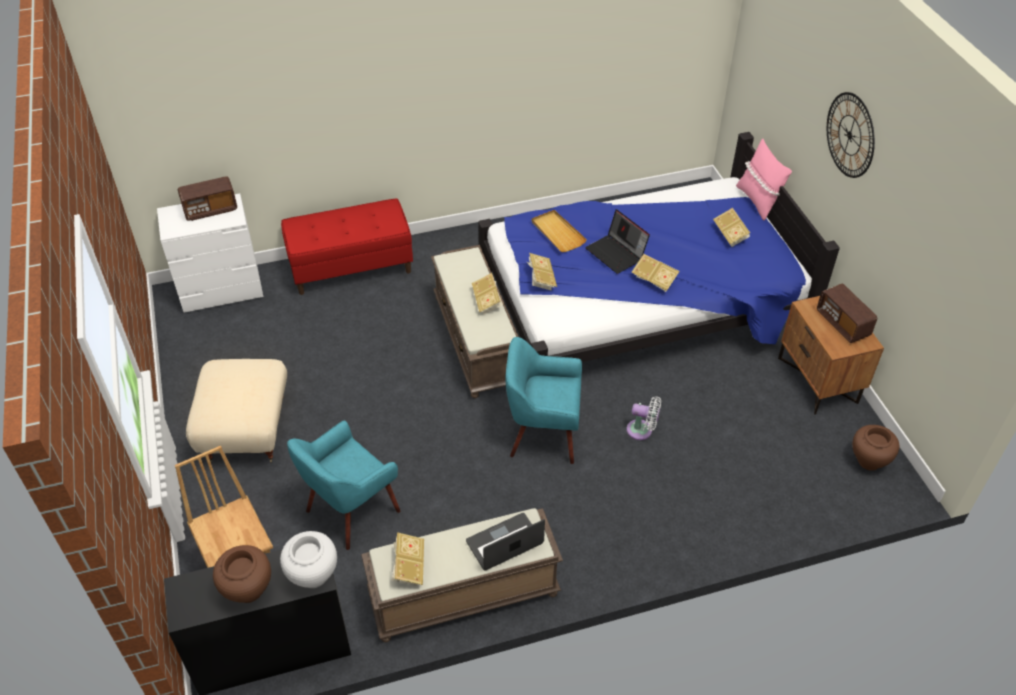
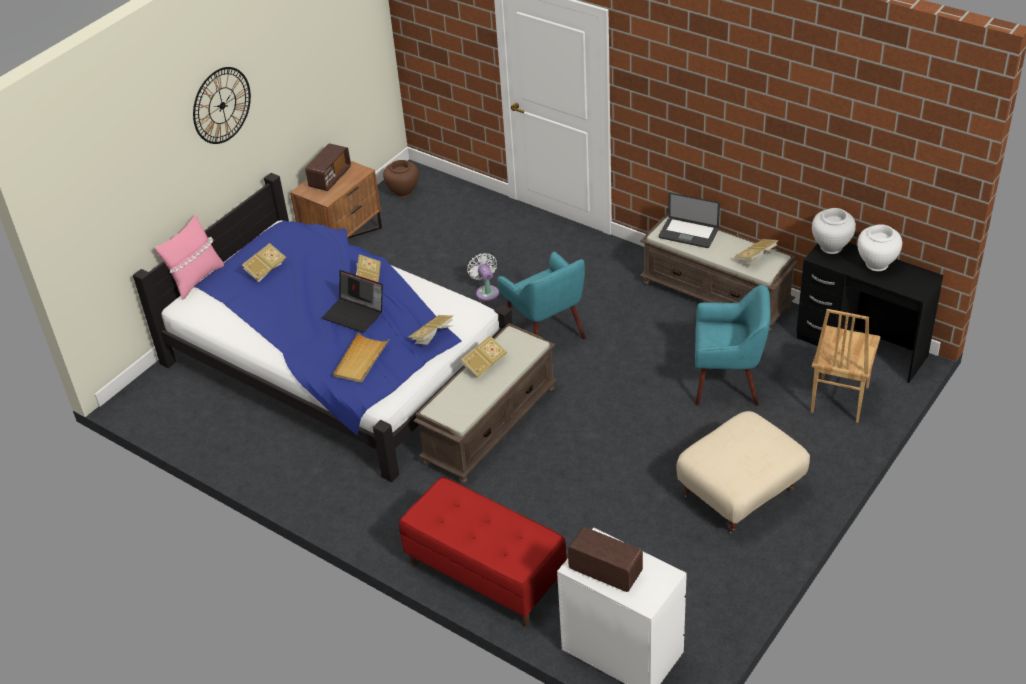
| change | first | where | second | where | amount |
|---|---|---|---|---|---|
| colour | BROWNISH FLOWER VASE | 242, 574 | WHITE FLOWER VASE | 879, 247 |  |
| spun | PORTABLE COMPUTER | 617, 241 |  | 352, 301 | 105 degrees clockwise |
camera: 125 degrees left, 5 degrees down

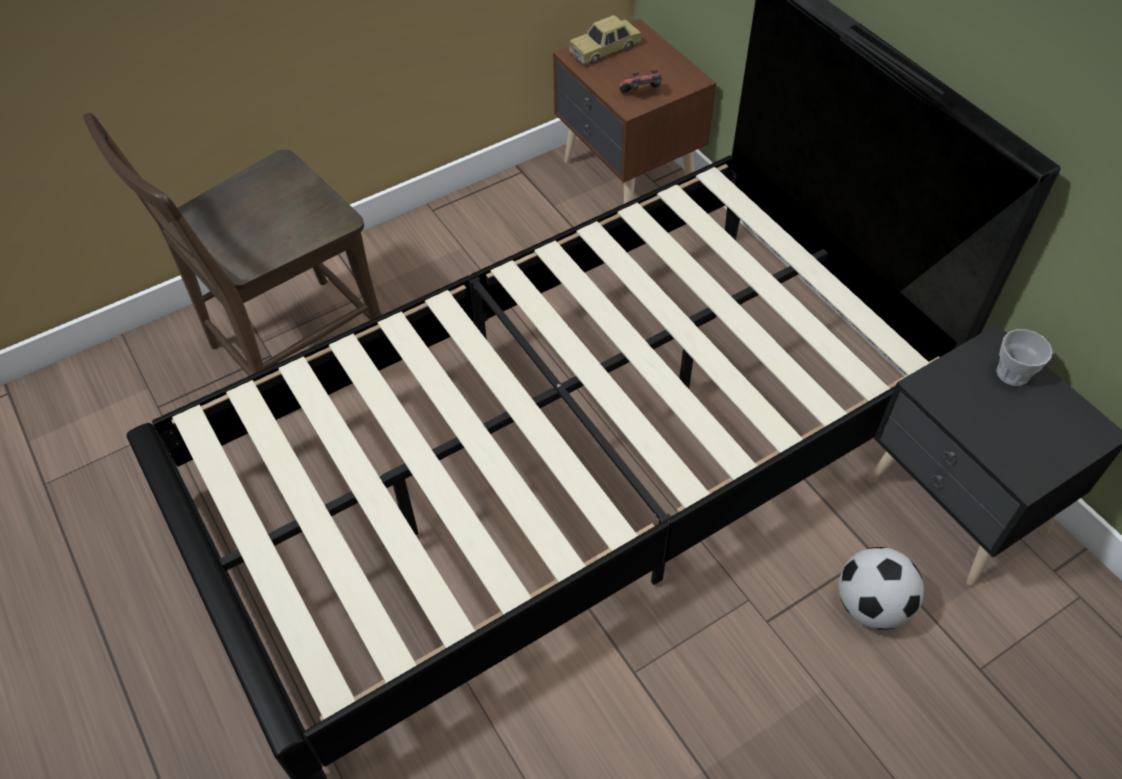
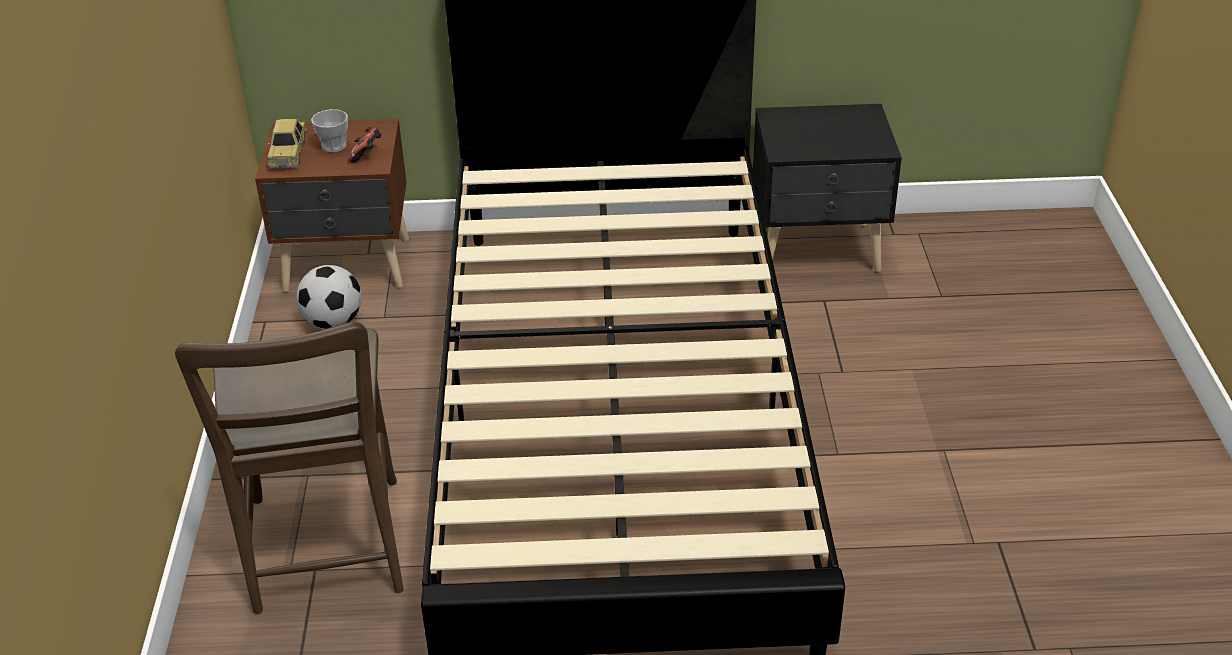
| change | first | where | second | where | amount |
|---|---|---|---|---|---|
| relocated | FOOTBALL | 881, 588 |  | 329, 297 |  |
| relocated | DRINKING CUP | 1024, 357 |  | 329, 130 |  |
camera: 60 degrees left, 15 degrees down

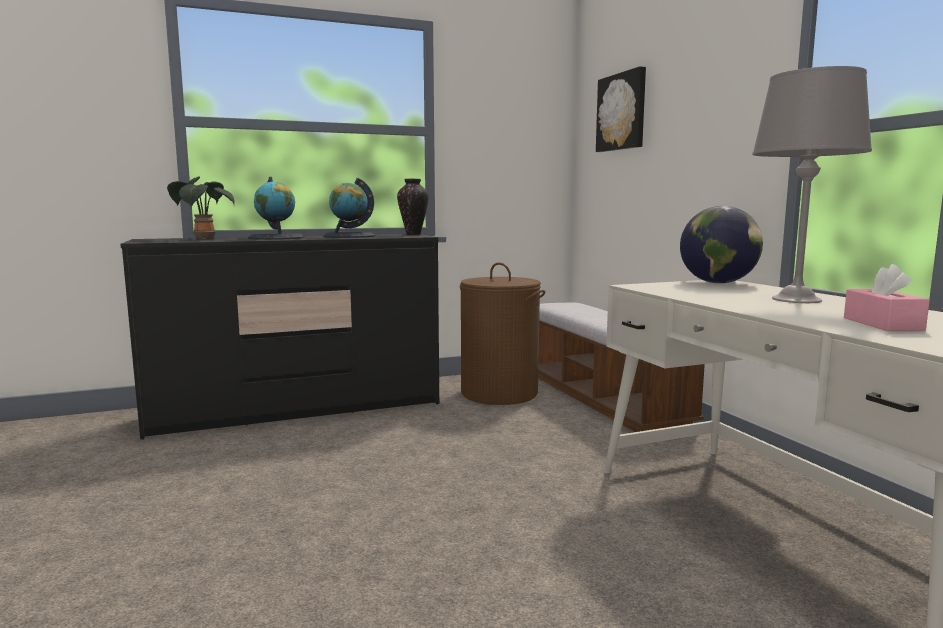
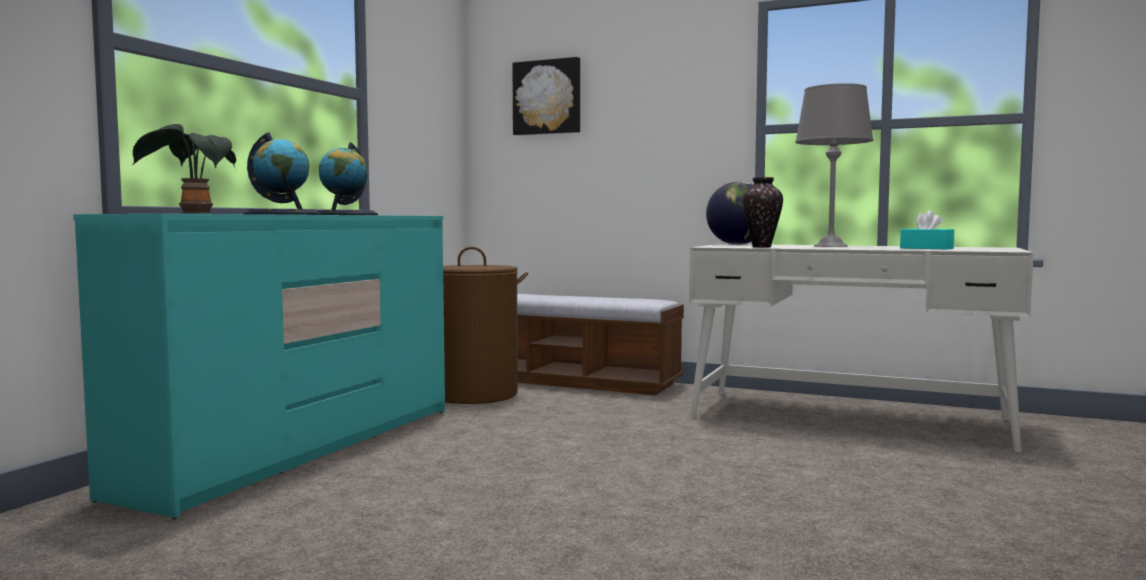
| change | first | where | second | where | amount |
|---|---|---|---|---|---|
| relocated | FLOWER VASE | 413, 207 |  | 763, 212 |  |
| colour | BLACKISH DRAWER CHEST | 279, 337 | TURQUOISE-COLOURED DRAWER CHEST | 259, 366 |  |
| colour | PINK-COLOURED TISSUE HOLDER | 887, 297 | TURQUOISE-COLOURED TISSUE HOLDER | 927, 229 |  |
camera: 45 degrees left, 5 degrees down

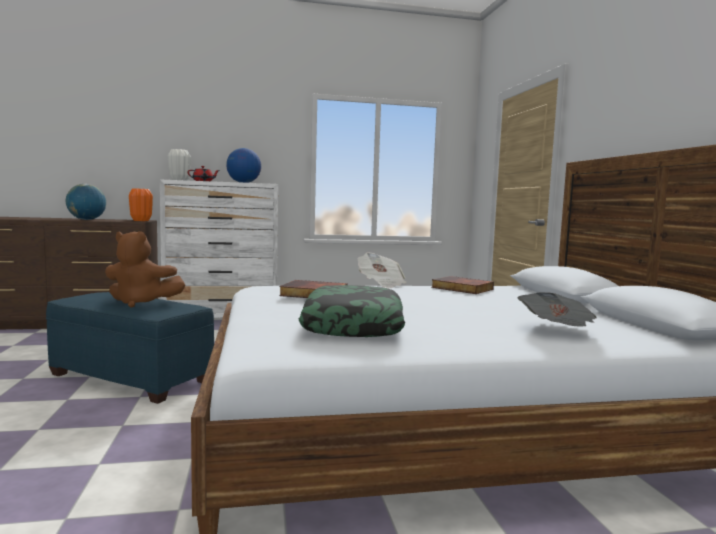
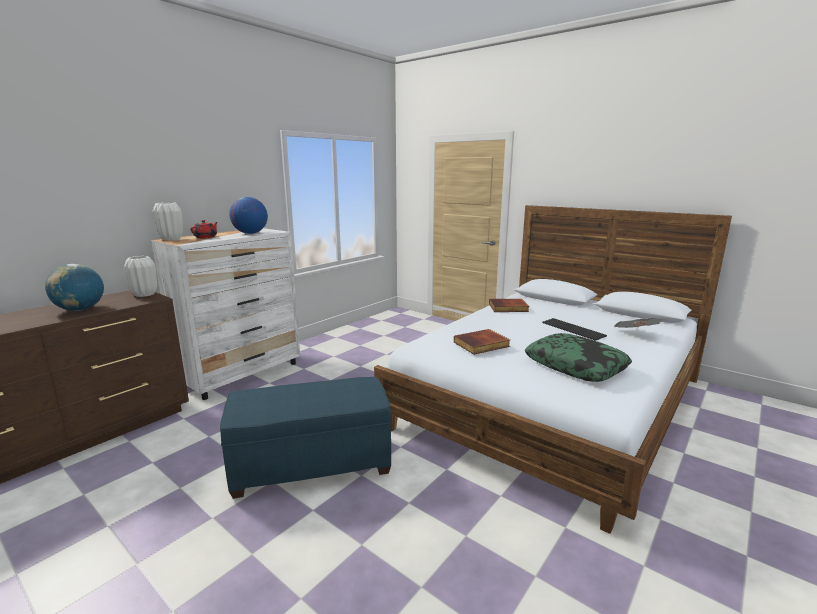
| change | first | where | second | where | amount |
|---|---|---|---|---|---|
| missing | BROWNISH SOFT TOY | 145, 269 |  |  |  |
| missing | DAILY PAPER | 382, 270 |  |  |  |
| appeared |  |  | COMPUTER KEYBOARD | 574, 329 |  |
| colour | ORANGE-COLOURED FLOWER VASE | 141, 204 | WHITE FLOWER VASE | 140, 276 |  |
camera: 40 degrees left, 10 degrees up

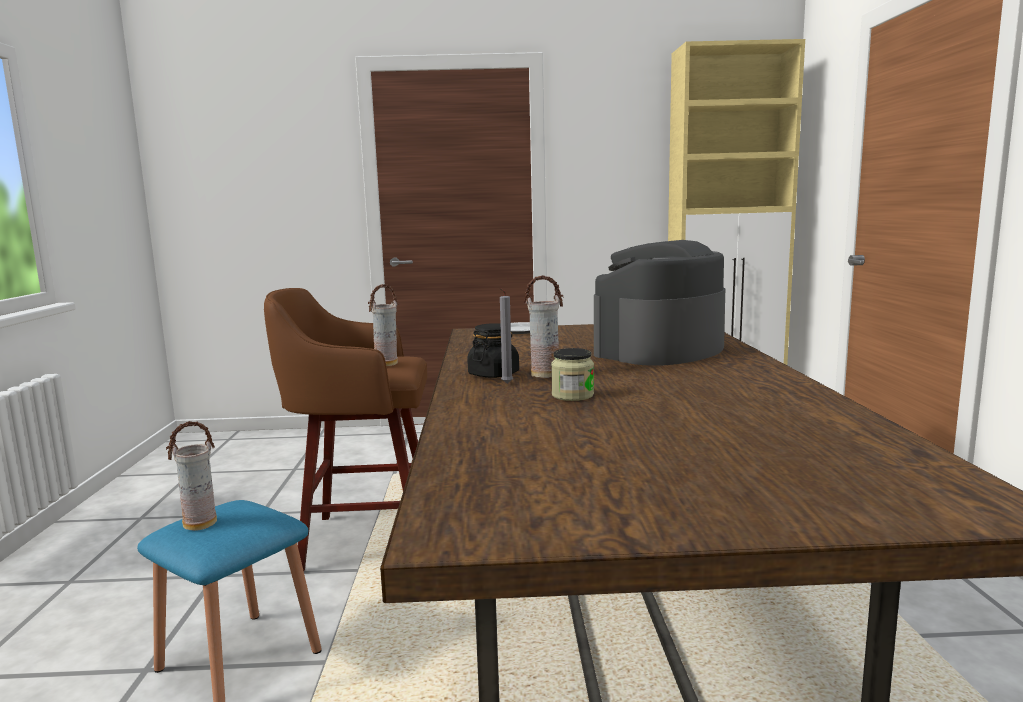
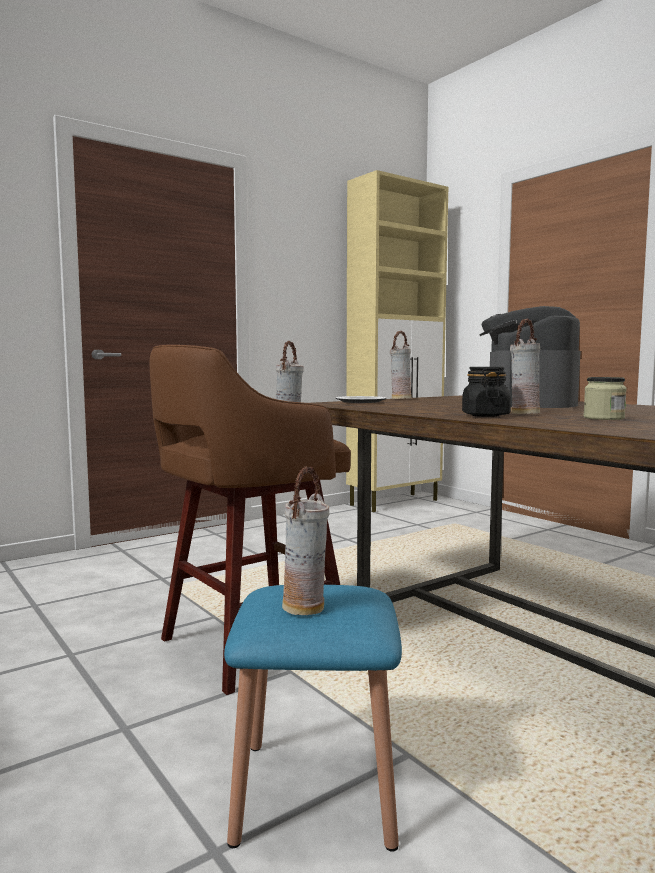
| change | first | where | second | where | amount |
|---|---|---|---|---|---|
| missing | GREY CANDLE | 506, 336 |  |  |  |
| appeared |  |  | FLOWER VASE | 401, 365 |  |
camera: 35 degrees left, 5 degrees down

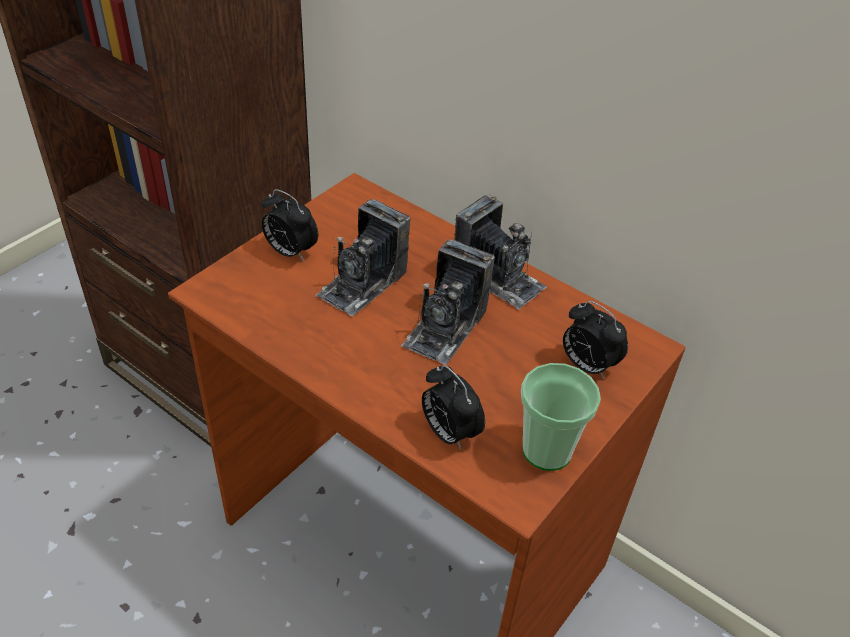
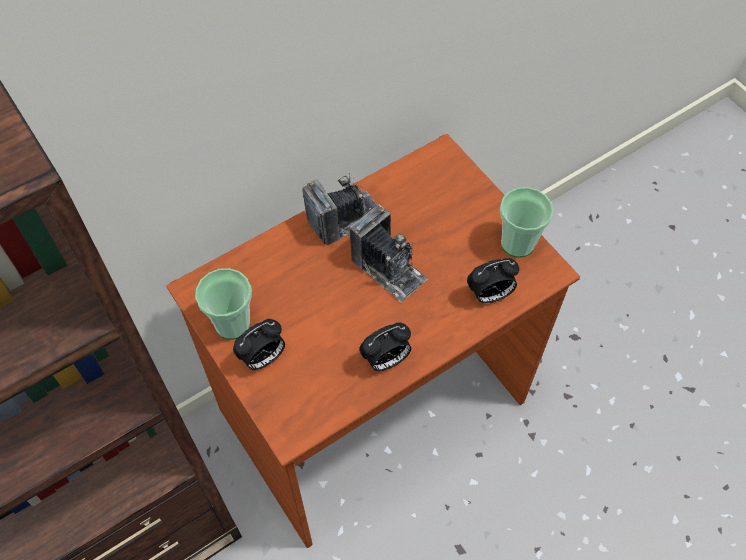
| change | first | where | second | where | amount |
|---|---|---|---|---|---|
| missing | PHOTO CAMERA | 362, 257 |  |  |  |
| appeared |  |  | DRINKING CUP | 223, 304 |  |
| relocated | TABLE CLOCK | 595, 340 |  | 385, 346 |  |
camera: 70 degrees left, 15 degrees up

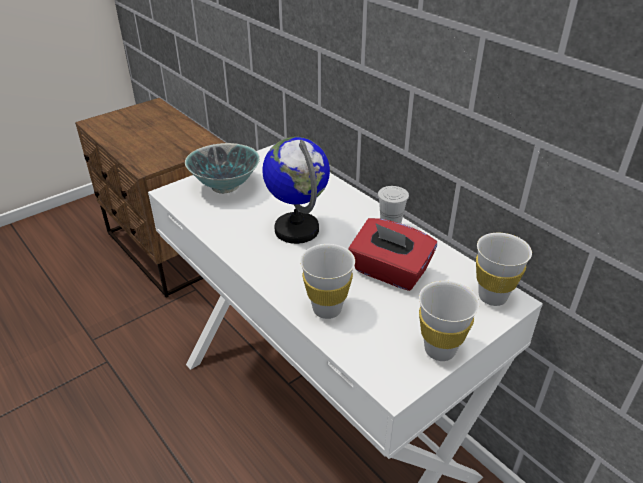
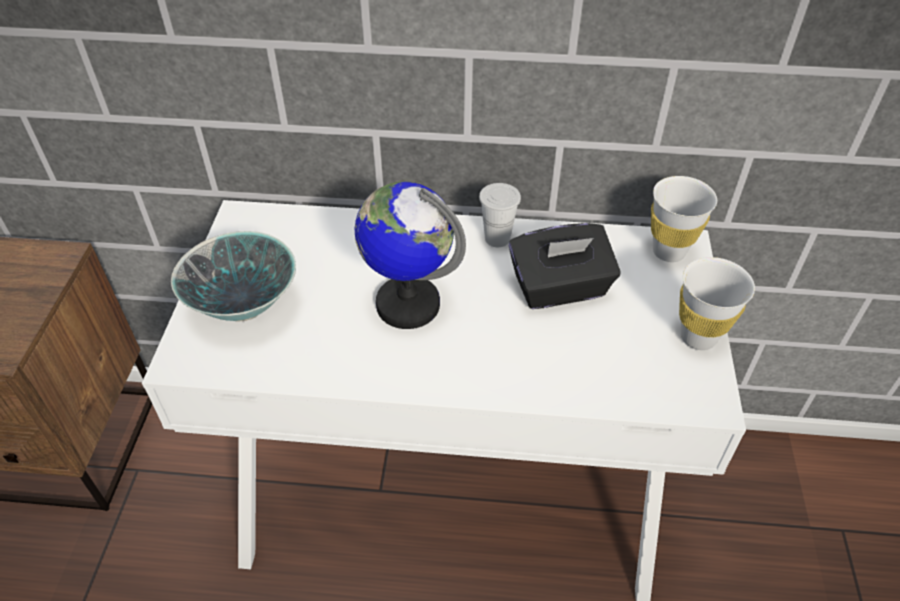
| change | first | where | second | where | amount |
|---|---|---|---|---|---|
| missing | WHITE DRINKING CUP | 327, 281 |  |  |  |
| colour | RED TISSUE HOLDER | 393, 254 | BLACKISH TISSUE HOLDER | 565, 266 |  |
camera: 45 degrees left, 10 degrees up

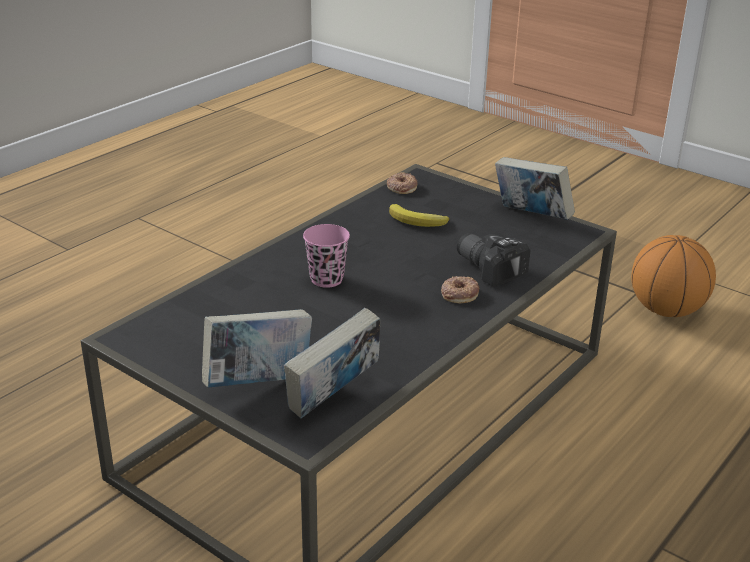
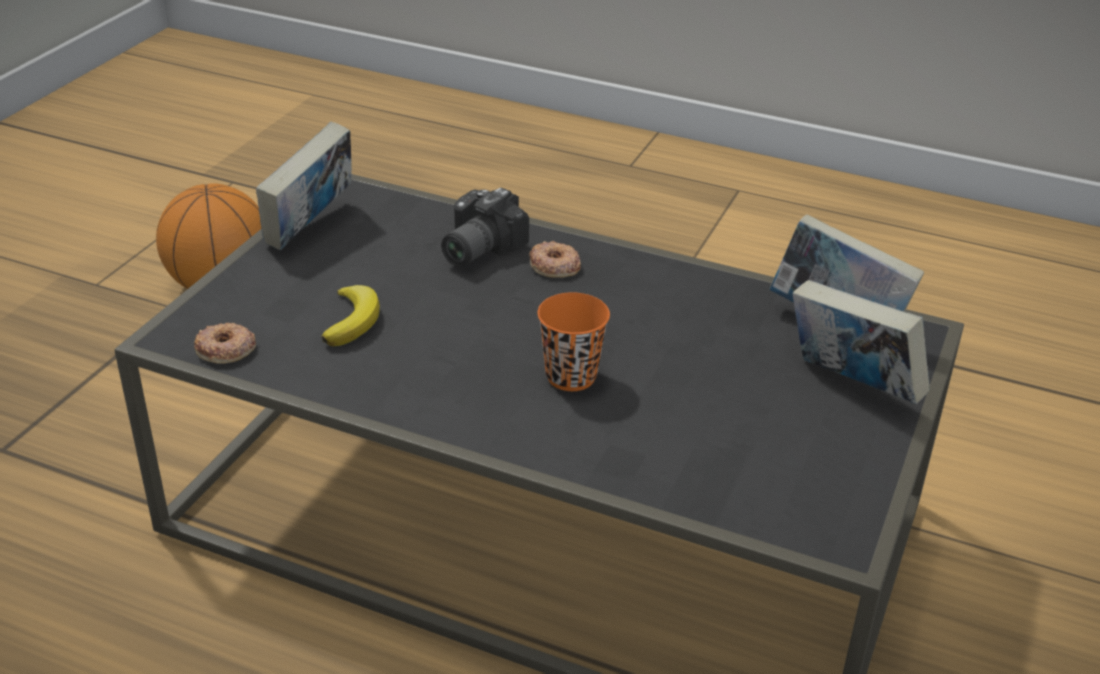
| change | first | where | second | where | amount |
|---|---|---|---|---|---|
| colour | PINK-COLOURED DRINKING CUP | 326, 256 | ORANGE-COLOURED DRINKING CUP | 573, 341 |  |
camera: 105 degrees left, 5 degrees up

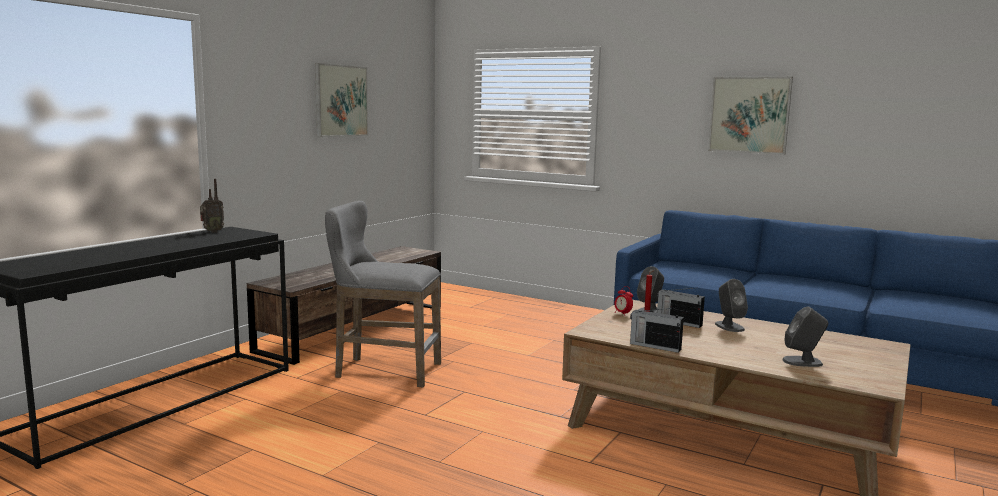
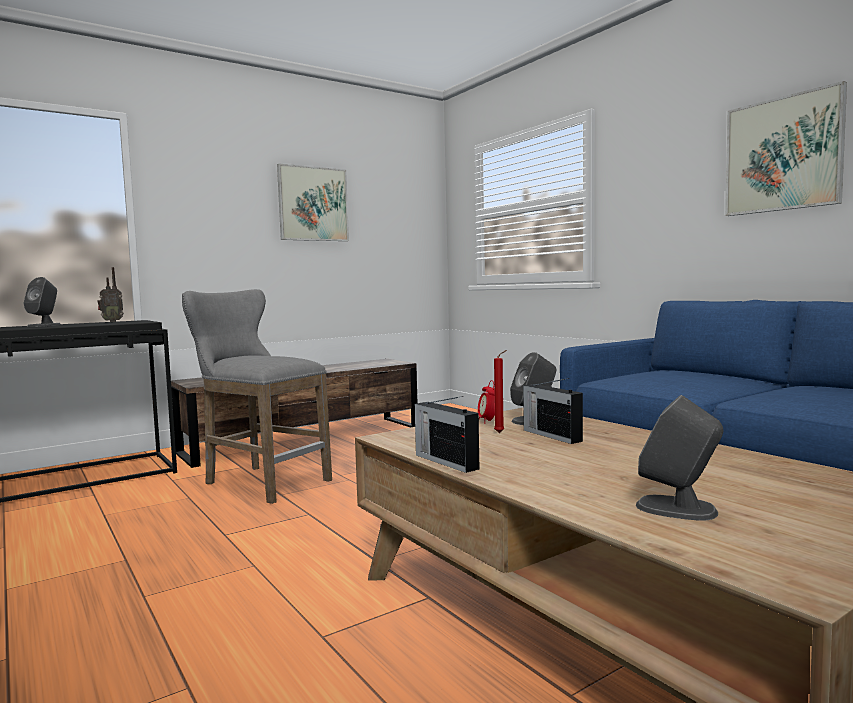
| change | first | where | second | where | amount |
|---|---|---|---|---|---|
| relocated | GREY LOUDSPEAKER | 731, 305 |  | 42, 302 |  |
camera: 25 degrees right, 5 degrees down

